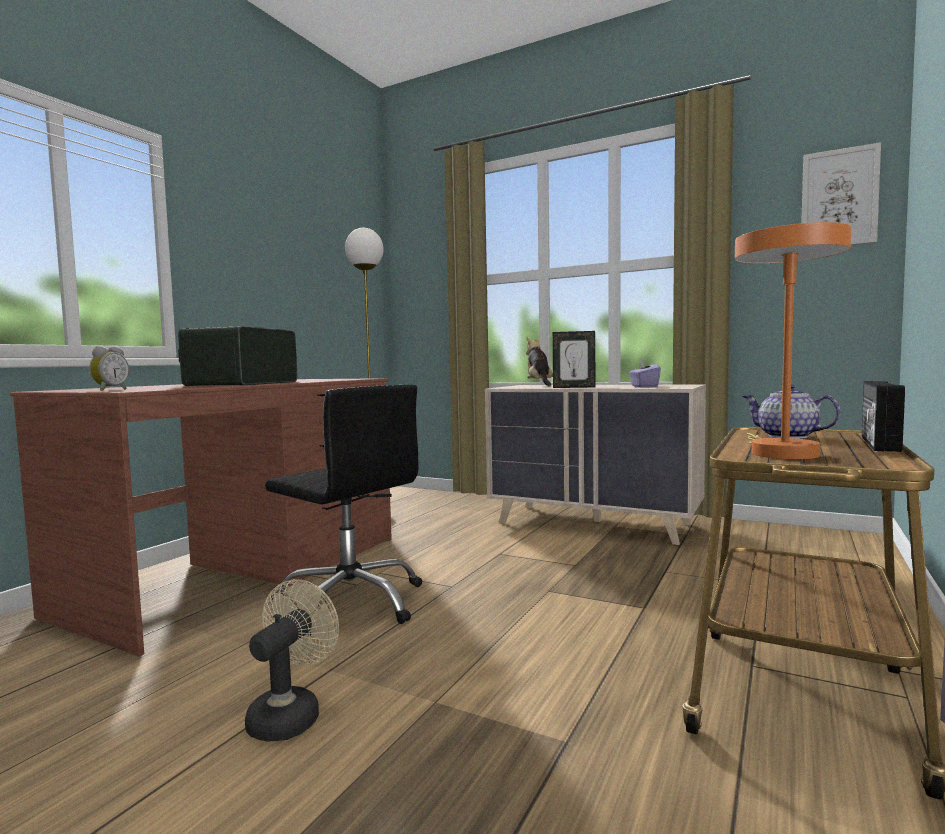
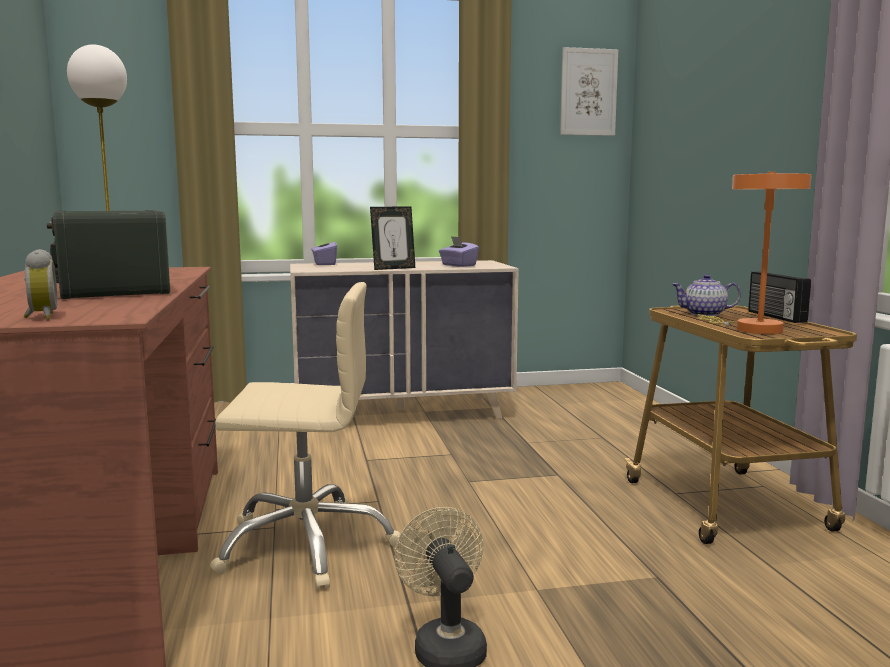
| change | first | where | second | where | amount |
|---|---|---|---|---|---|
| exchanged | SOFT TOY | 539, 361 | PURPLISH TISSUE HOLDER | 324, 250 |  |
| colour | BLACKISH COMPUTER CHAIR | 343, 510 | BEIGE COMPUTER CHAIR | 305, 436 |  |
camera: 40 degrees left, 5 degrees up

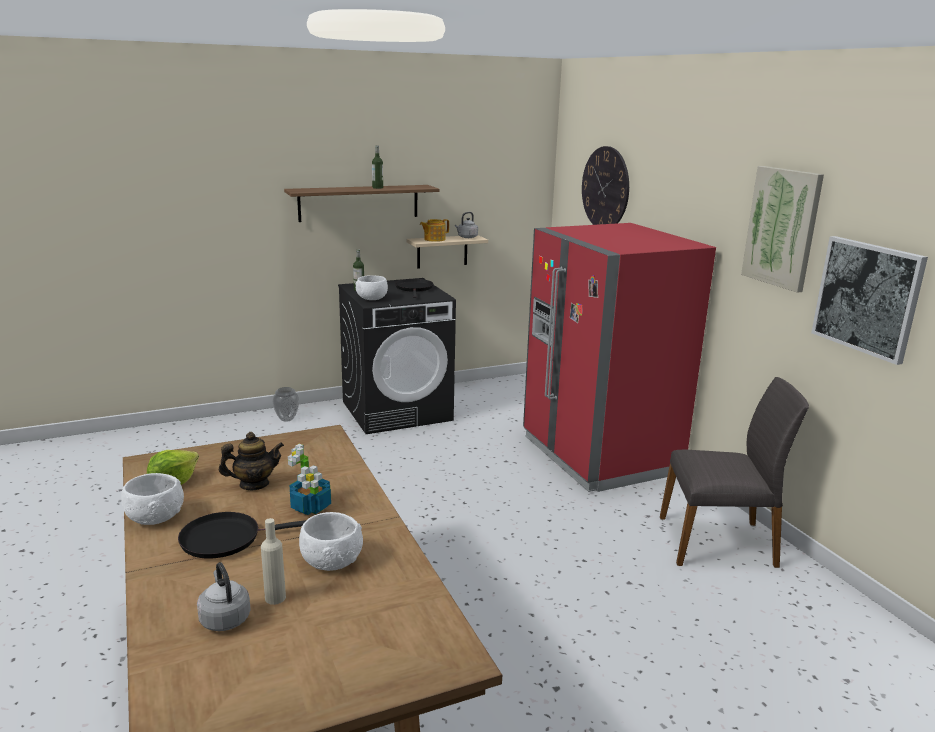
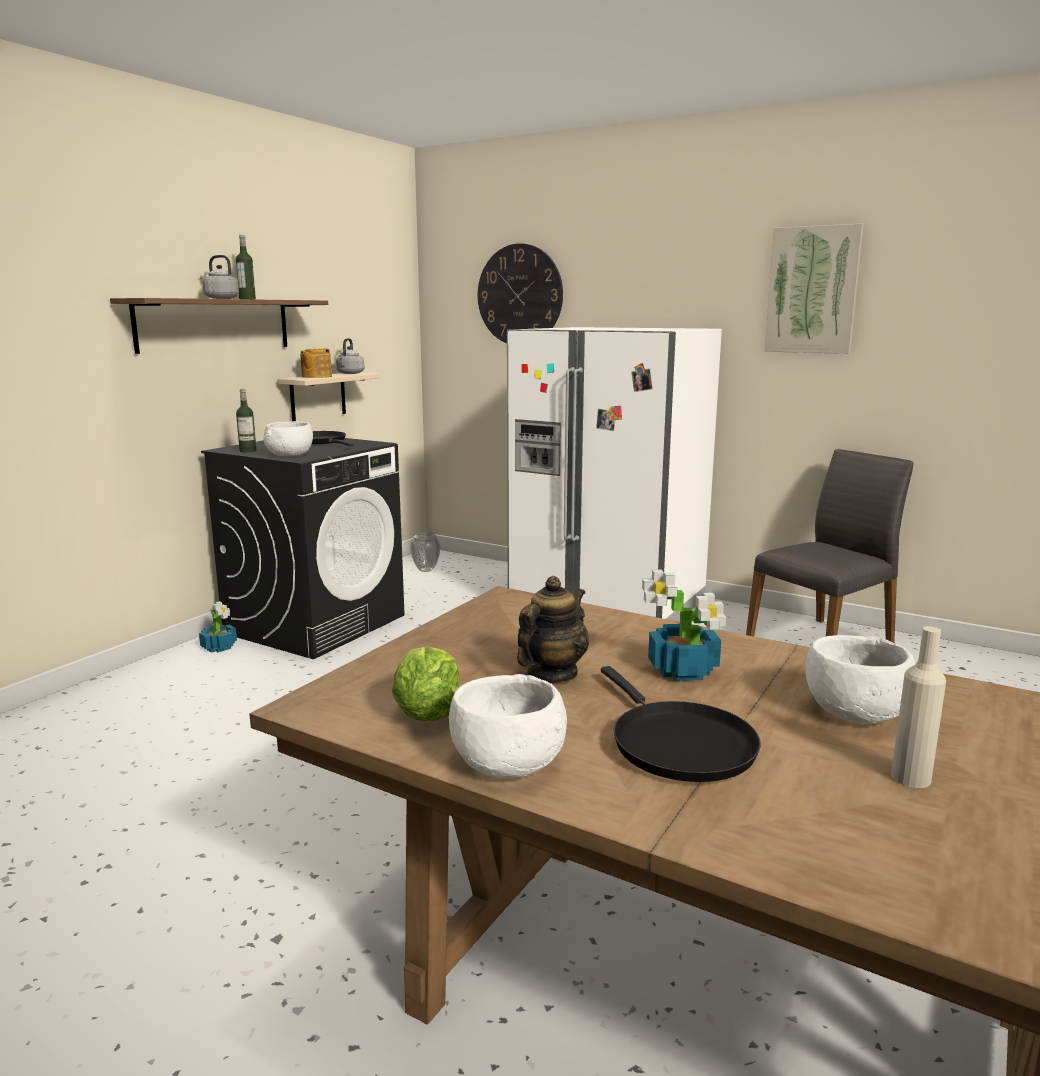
| change | first | where | second | where | amount |
|---|---|---|---|---|---|
| missing | PICTURE | 869, 300 |  |  |  |
| appeared |  |  | HOUSEPLANT | 218, 627 |  |
| relocated | GREY TEA KETTLE | 224, 596 |  | 219, 277 |  |
| relocated | FLOWER VASE | 285, 404 |  | 425, 552 |  |
| colour | RED FRIDGE | 619, 357 | WHITE FRIDGE | 614, 474 |  |
| spun | BLACKISH PAN | 242, 535 |  | 681, 724 | 60 degrees counterclockwise |
camera: 35 degrees left, 5 degrees down

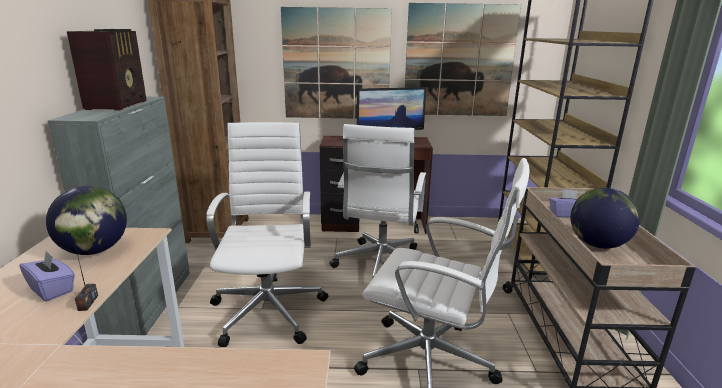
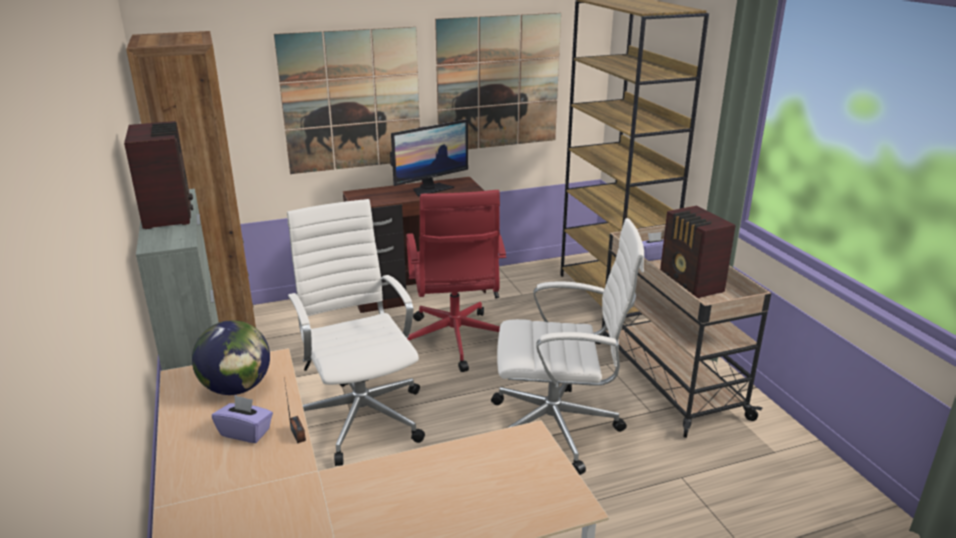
| change | first | where | second | where | amount |
|---|---|---|---|---|---|
| exchanged | WORLD GLOBE | 605, 218 | RADIO RECEIVER | 698, 252 |  |
| colour | WHITE COMPUTER CHAIR | 377, 201 | RED COMPUTER CHAIR | 456, 281 |  |
camera: 20 degrees left, 5 degrees up

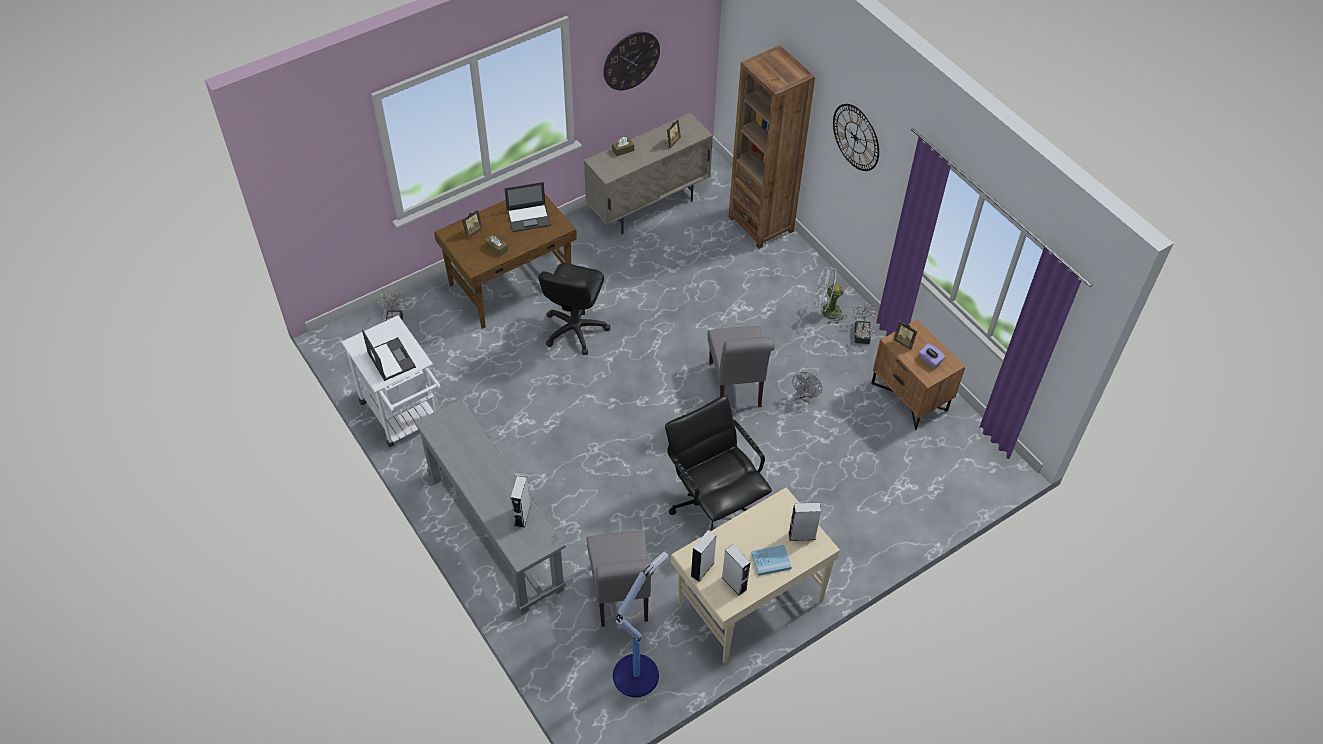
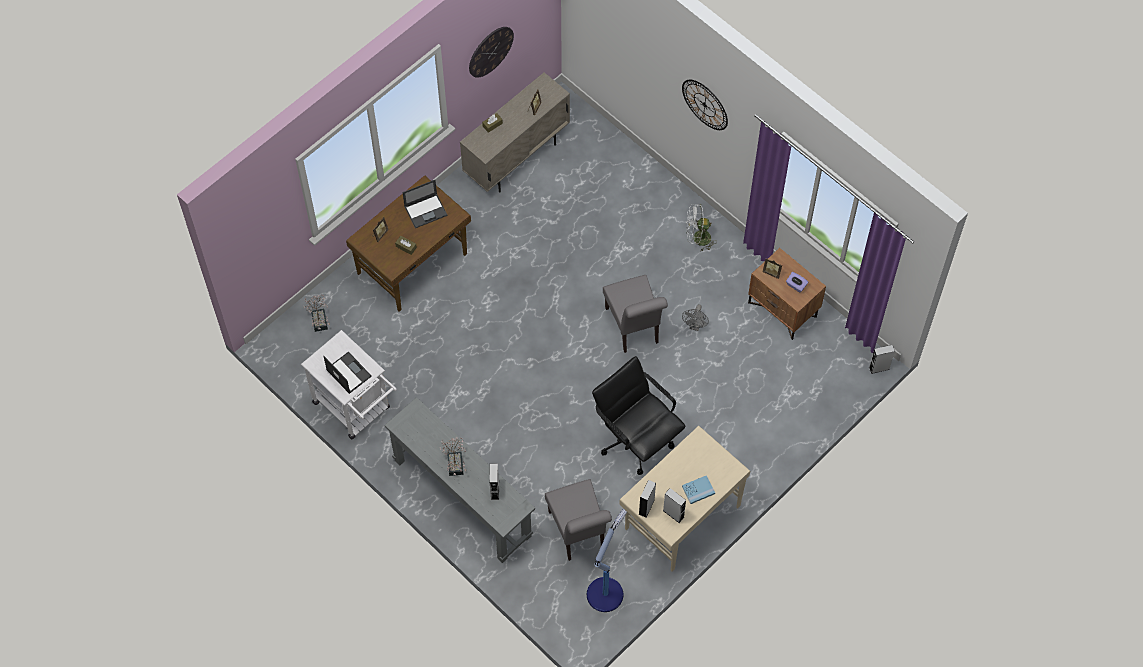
| change | first | where | second | where | amount |
|---|---|---|---|---|---|
| missing | BLACKISH COMPUTER CHAIR | 574, 309 |  |  |  |
| missing | BROWNISH BOOKSHELF | 771, 147 |  |  |  |
| relocated | GREY LOUDSPEAKER | 805, 522 |  | 882, 359 |  |
| relocated | HOUSEPLANT | 864, 323 |  | 453, 456 |  |
camera: 10 degrees left, 10 degrees up

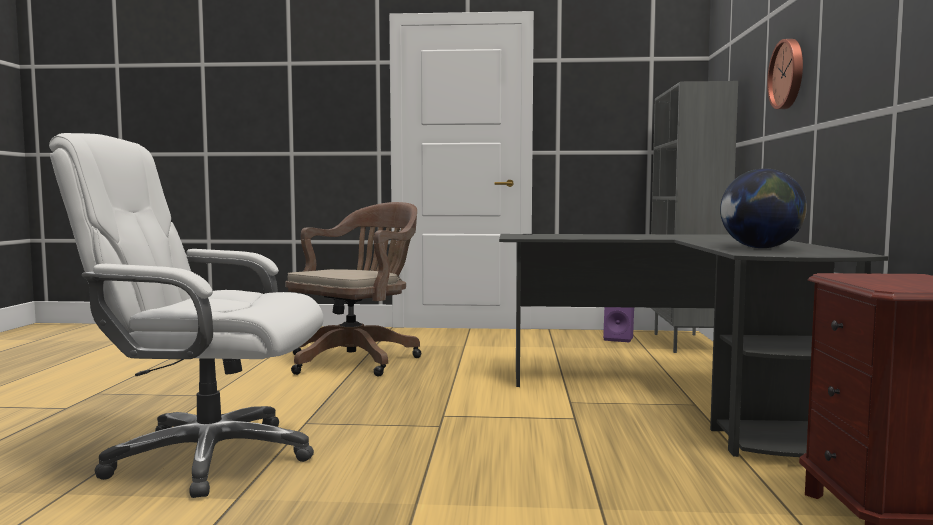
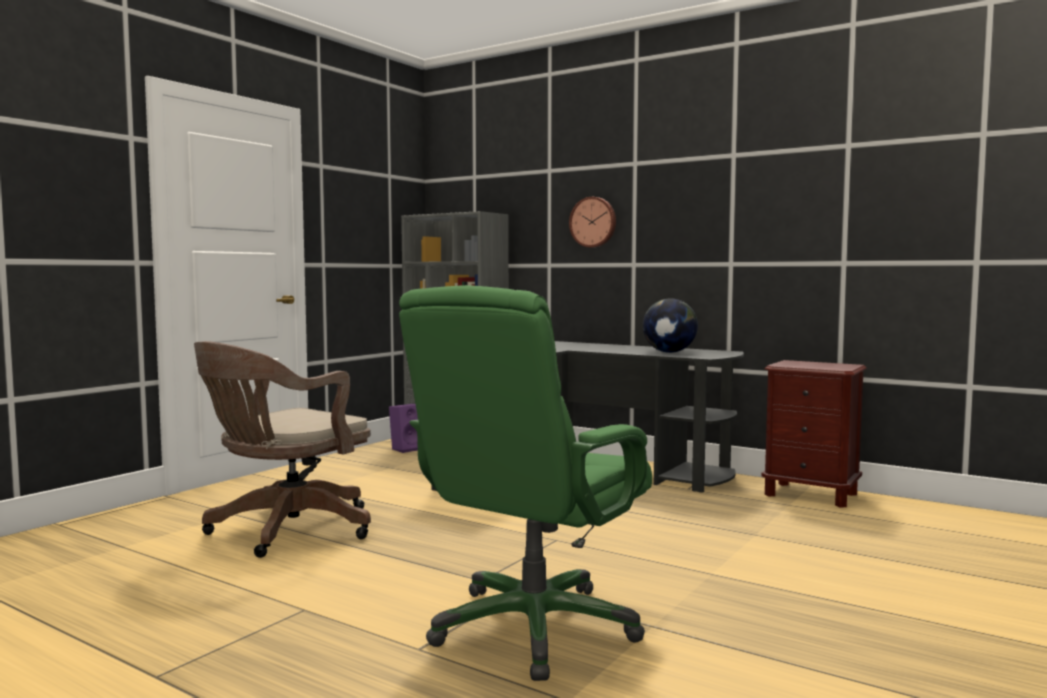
| change | first | where | second | where | amount |
|---|---|---|---|---|---|
| colour | WHITE COMPUTER CHAIR | 186, 315 | GREENISH COMPUTER CHAIR | 525, 483 |  |
| spun | BROWNISH COMPUTER CHAIR | 353, 289 |  | 282, 449 | 120 degrees counterclockwise |
camera: 60 degrees left, 0 degrees up

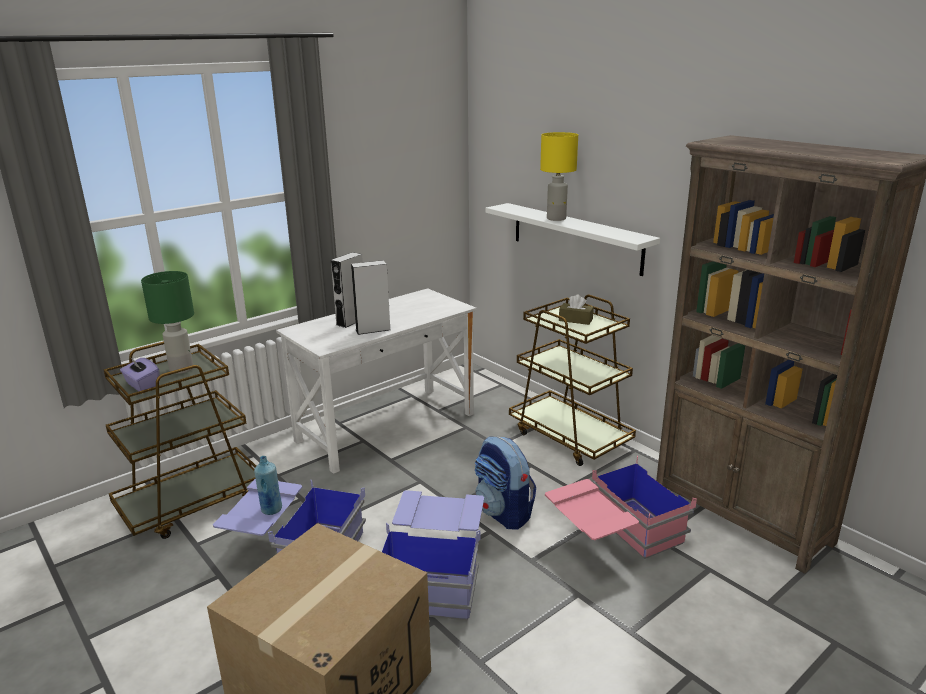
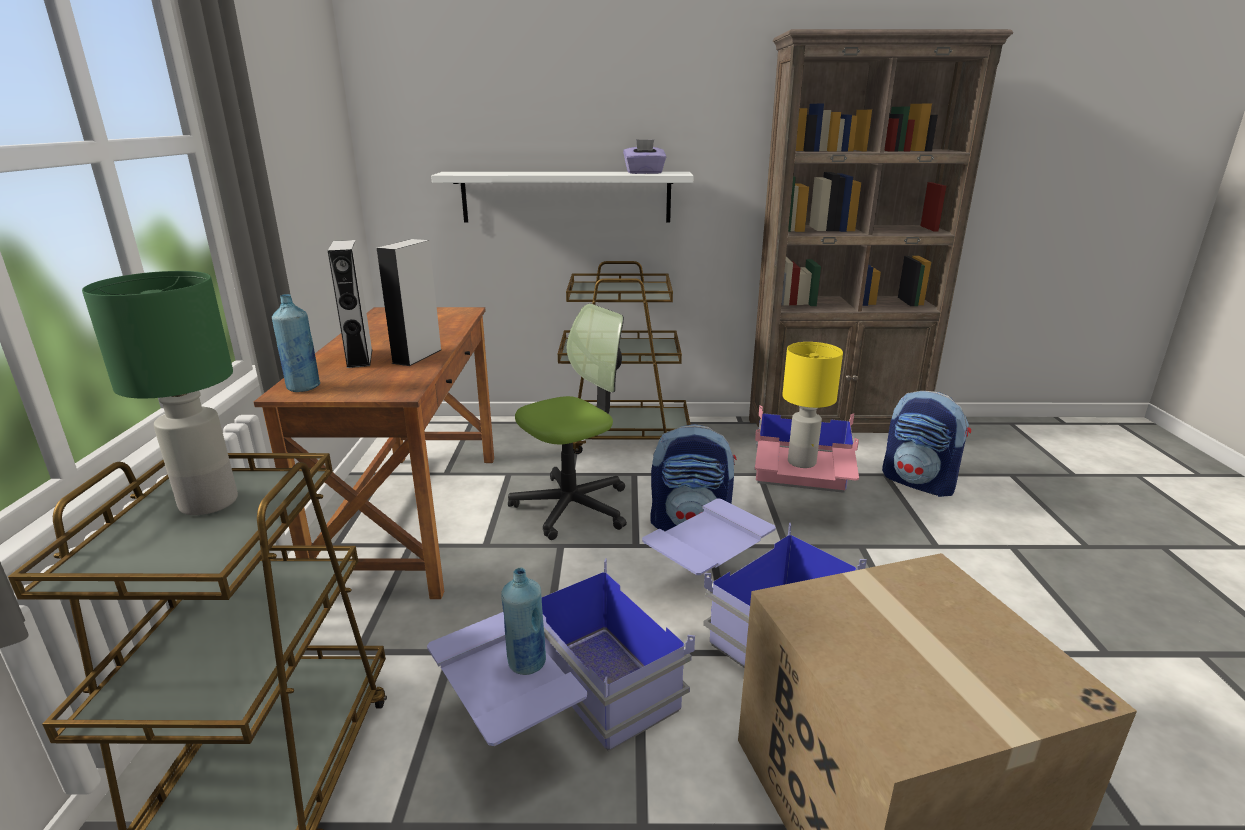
| change | first | where | second | where | amount |
|---|---|---|---|---|---|
| missing | BROWNISH TISSUE HOLDER | 576, 309 |  |  |  |
| appeared |  |  | BLUE-COLOURED BEVERAGE BOTTLE | 296, 343 |  |
| appeared |  |  | COMPUTER CHAIR | 567, 422 |  |
| appeared |  |  | BACKPACK | 926, 444 |  |
| relocated | PURPLISH TISSUE HOLDER | 140, 374 |  | 644, 156 |  |
| relocated | YELLOW-COLOURED TABLE LAMP | 559, 176 |  | 812, 405 |  |
| colour | WHITE DESK UNIT | 376, 381 | BROWNISH DESK UNIT | 374, 453 |  |
camera: 50 degrees left, 0 degrees up

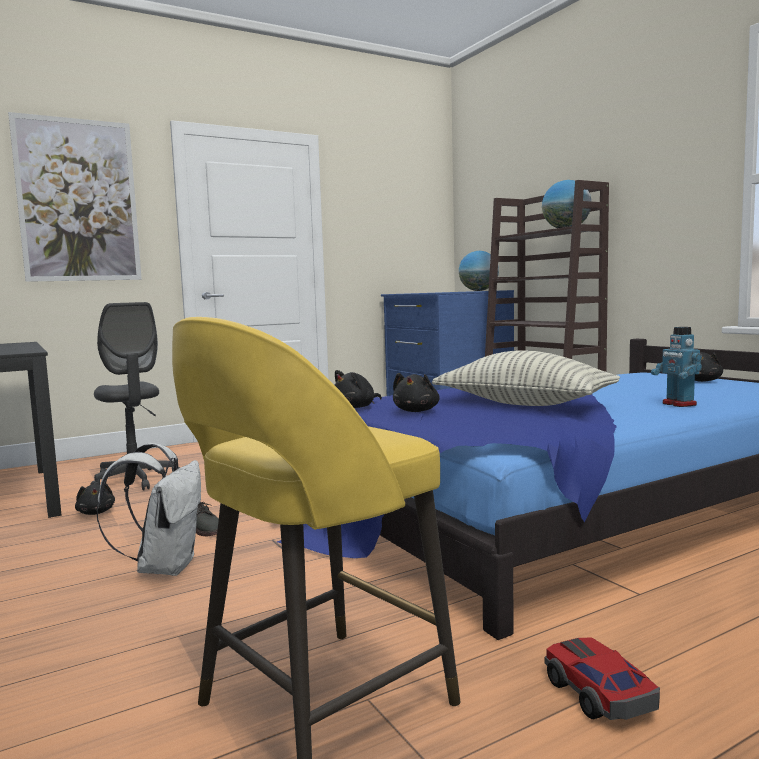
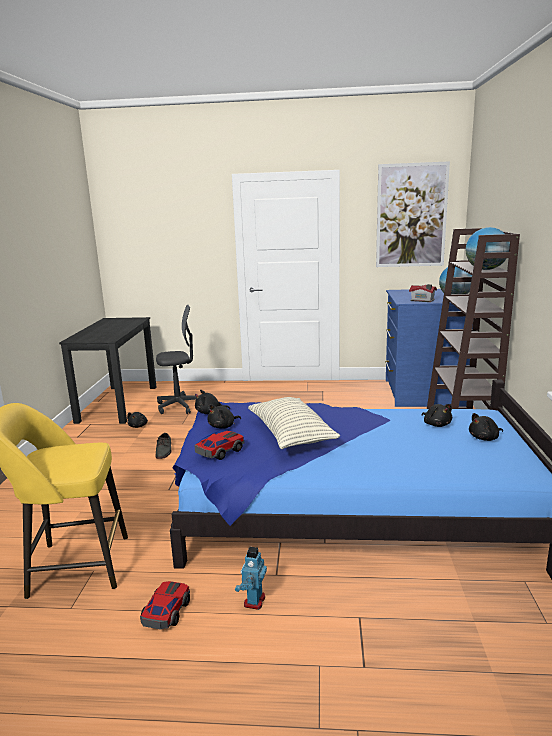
| change | first | where | second | where | amount |
|---|---|---|---|---|---|
| missing | WHITE BACKPACK | 148, 509 |  |  |  |
| appeared |  |  | MODEL CAR | 219, 445 |  |
| appeared |  |  | TOY HOUSE | 423, 293 |  |
| appeared |  |  | BLACKISH SOFT TOY | 437, 415 |  |
| relocated | PICTURE | 75, 197 |  | 413, 214 |  |
| relocated | TOY ROBOT | 676, 367 |  | 251, 578 |  |
| spun | GREY COMPUTER CHAIR | 135, 396 |  | 176, 359 | 105 degrees counterclockwise |
camera: 35 degrees right, 10 degrees up

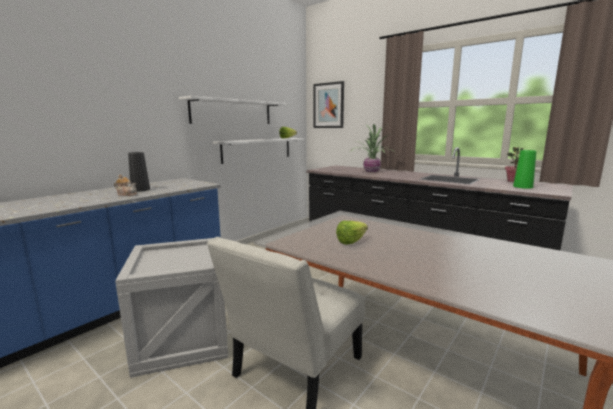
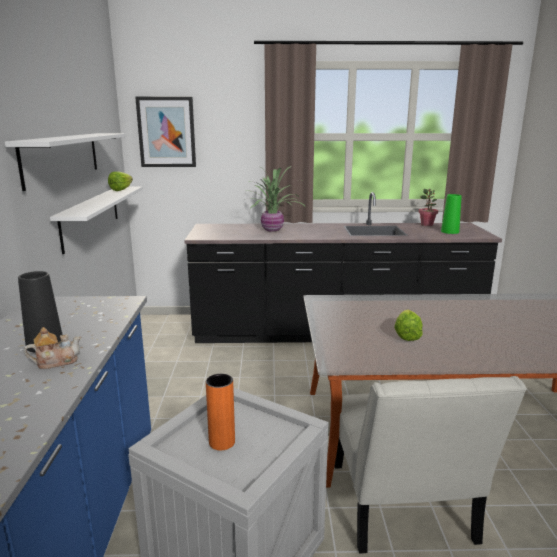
| change | first | where | second | where | amount |
|---|---|---|---|---|---|
| appeared |  |  | ORANGE-COLOURED FLOWER VASE | 220, 412 |  |
camera: 40 degrees left, 5 degrees up

